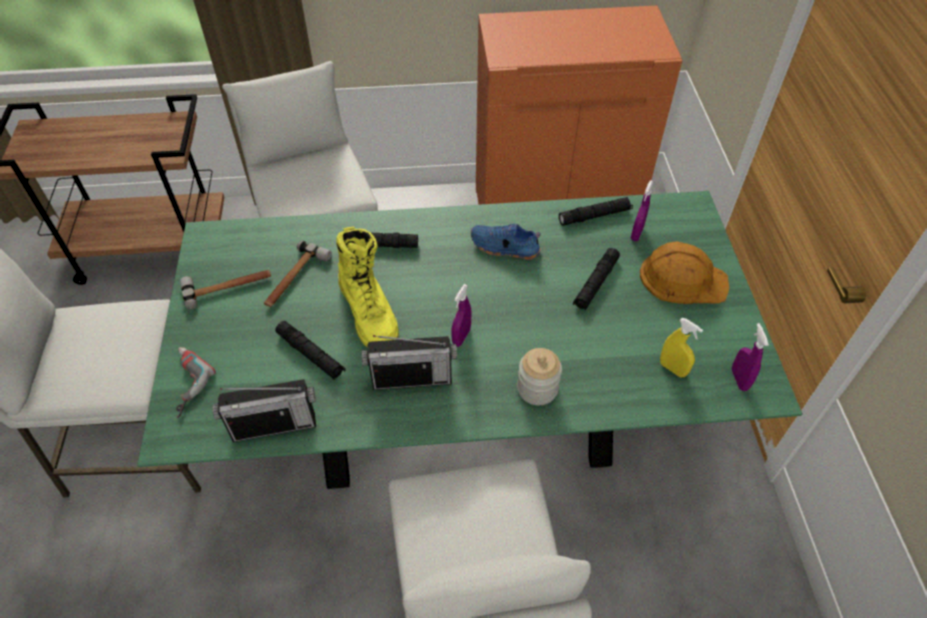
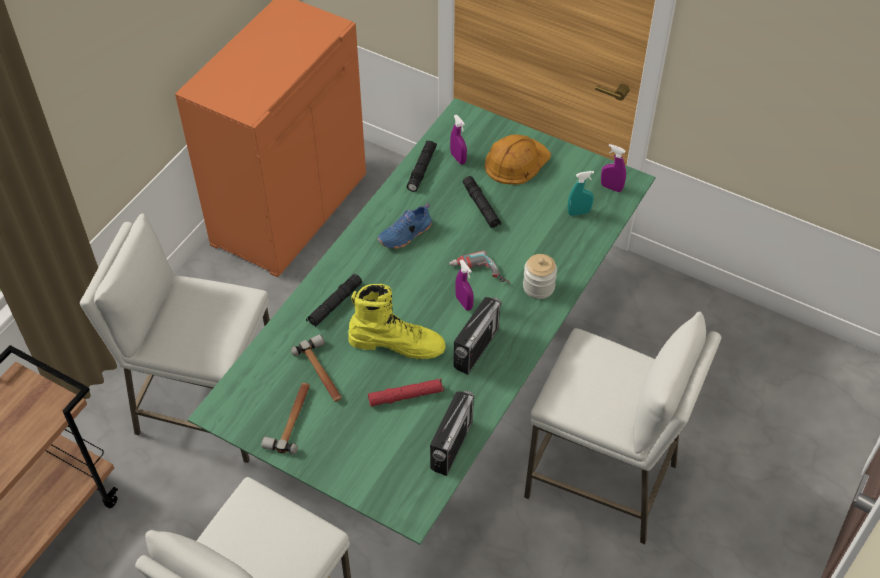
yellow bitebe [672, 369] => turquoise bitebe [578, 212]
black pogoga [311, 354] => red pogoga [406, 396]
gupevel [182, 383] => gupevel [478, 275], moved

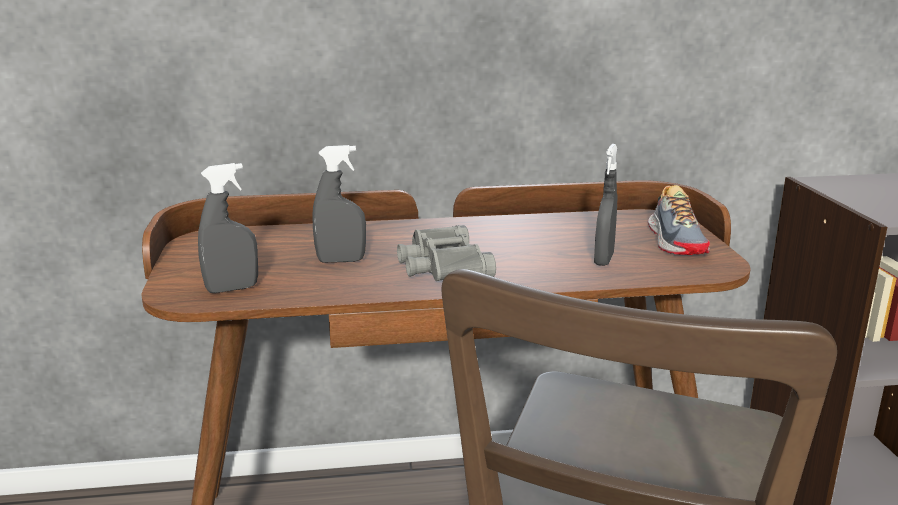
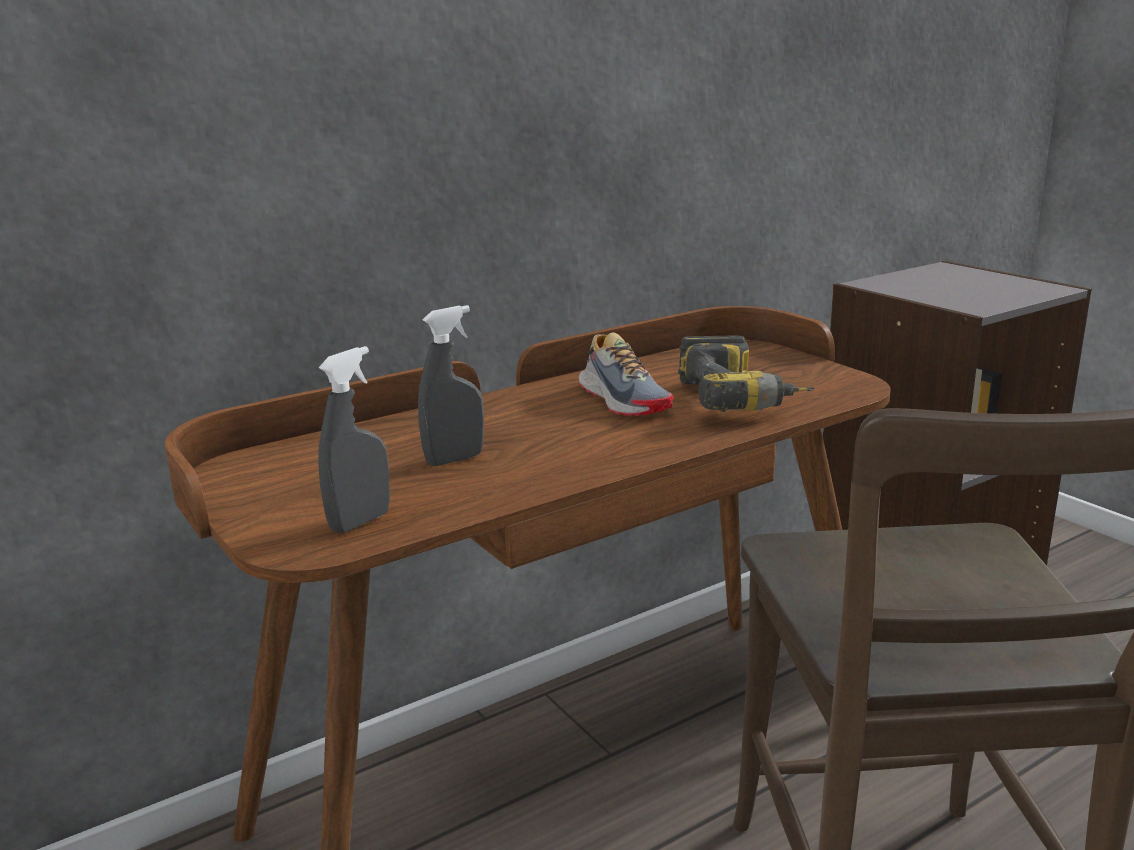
grey bitebe [603, 260] => gupevel [742, 400]
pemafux [676, 241] => pemafux [623, 400], moved
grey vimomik [443, 265] => nothing

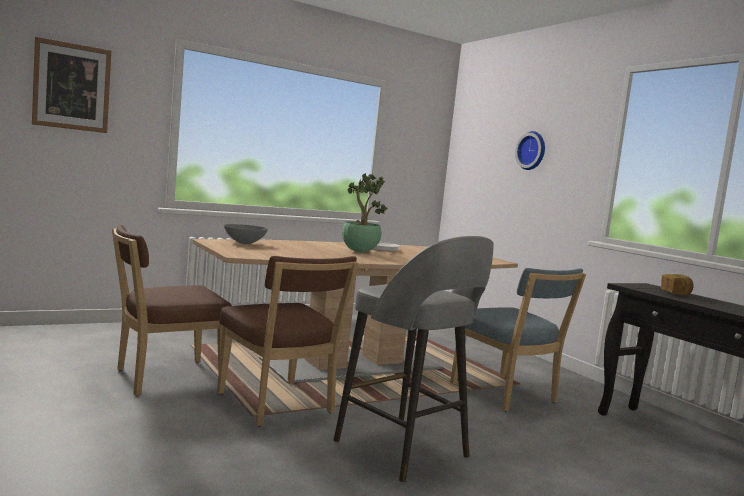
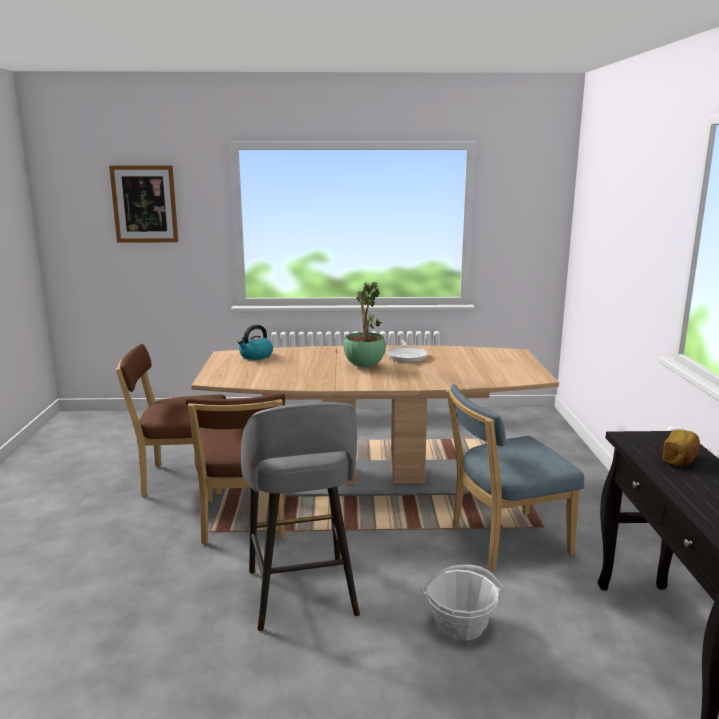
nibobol [532, 151] => nothing
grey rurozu [245, 243] => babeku [255, 356]
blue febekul [506, 395] => blue febekul [504, 541], 75 degrees clockwise
nothing => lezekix [460, 625]

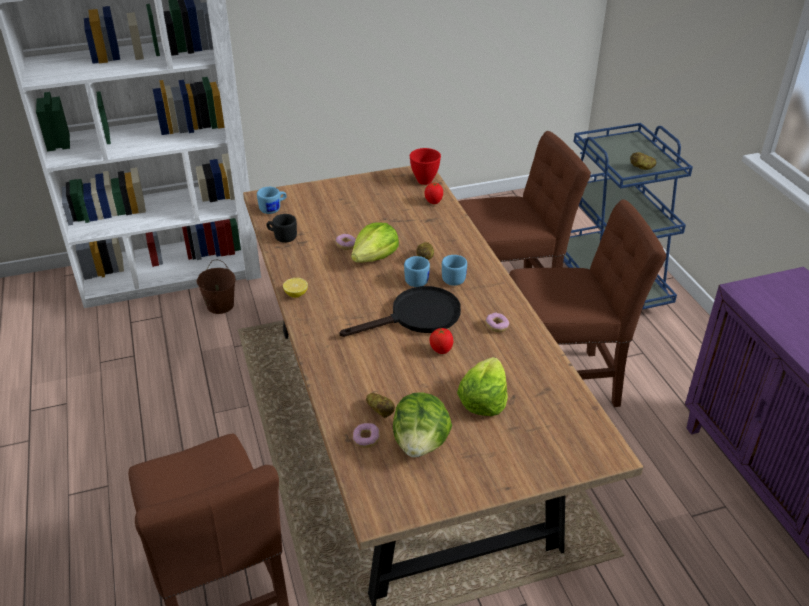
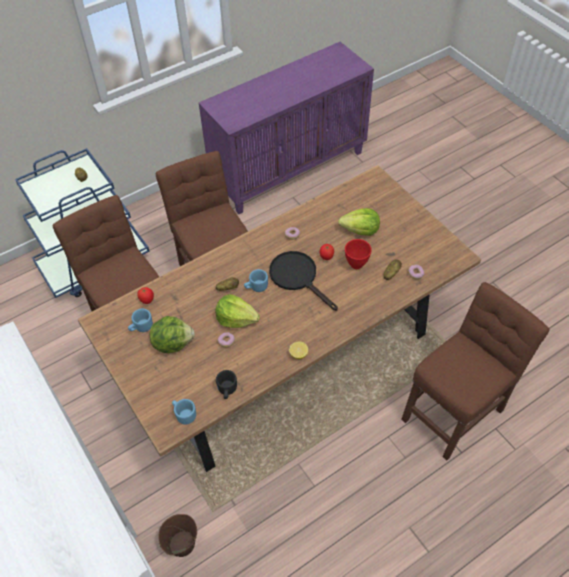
red rurozu [425, 180] => red rurozu [355, 264], moved
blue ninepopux [452, 278] => blue ninepopux [141, 327], moved
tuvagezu [421, 443] => tuvagezu [172, 343], moved

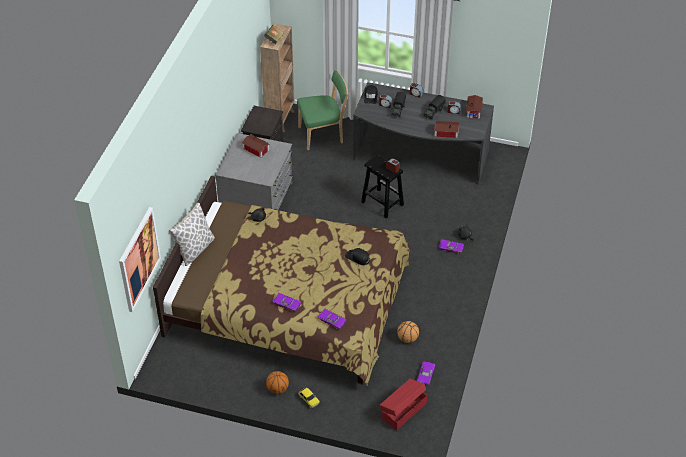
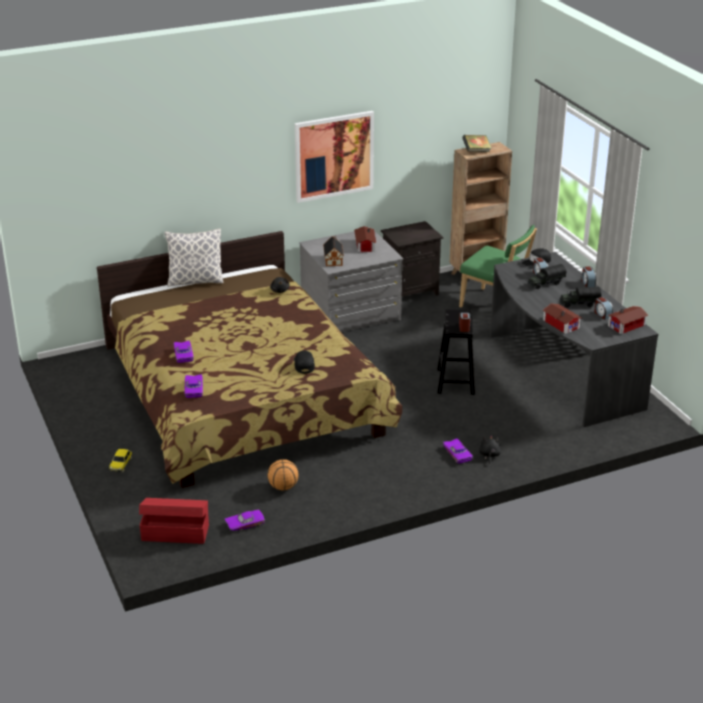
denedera [139, 259] => denedera [334, 156], moved
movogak [277, 389] => nothing
nothing => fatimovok [333, 259]

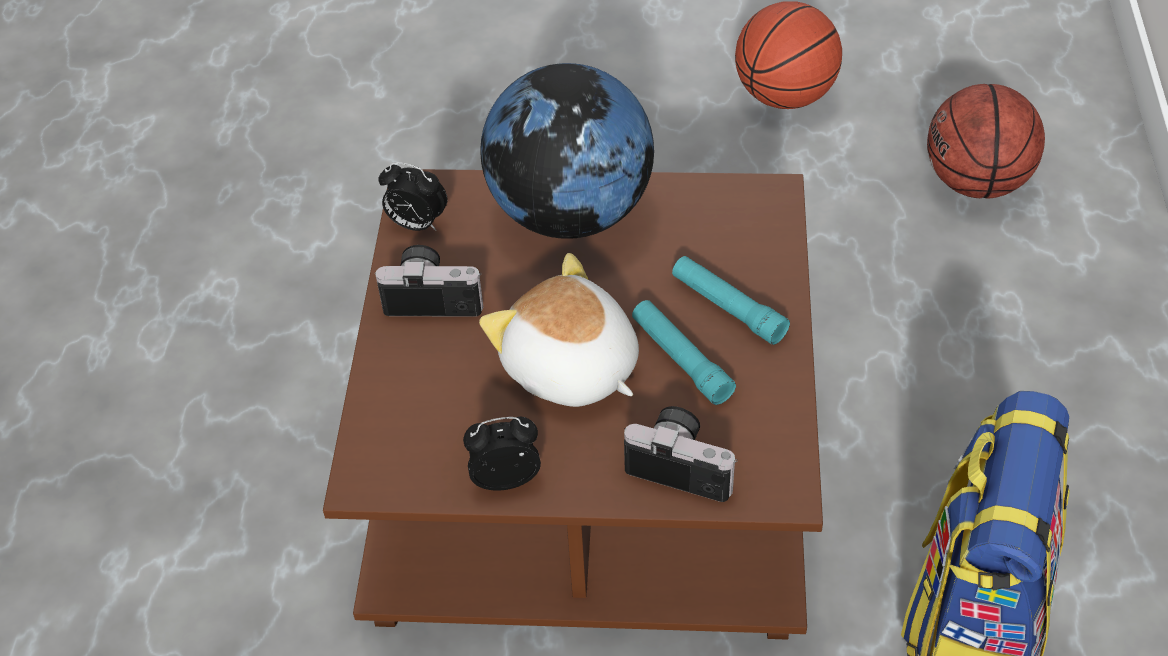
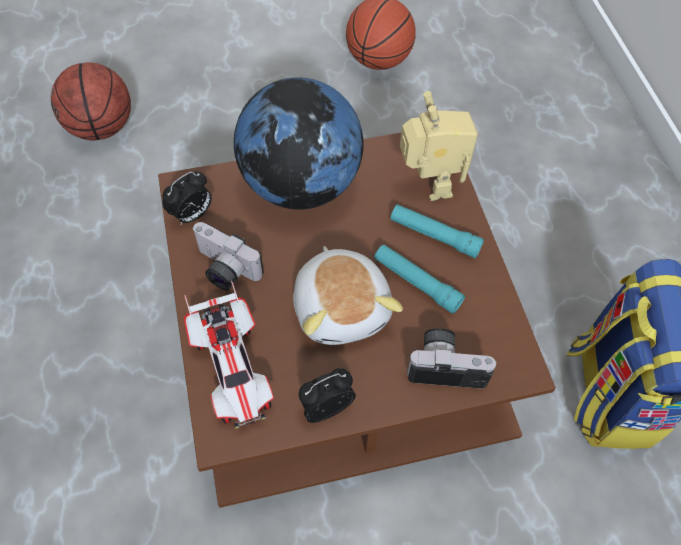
movogak [976, 182] => movogak [101, 127], moved
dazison [416, 224] => dazison [192, 215], 45 degrees counterclockwise
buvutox [434, 295] => buvutox [224, 269], 135 degrees counterclockwise
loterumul [570, 369] => loterumul [342, 307], 135 degrees counterclockwise
nothing => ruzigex [429, 185]
nothing => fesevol [233, 368]

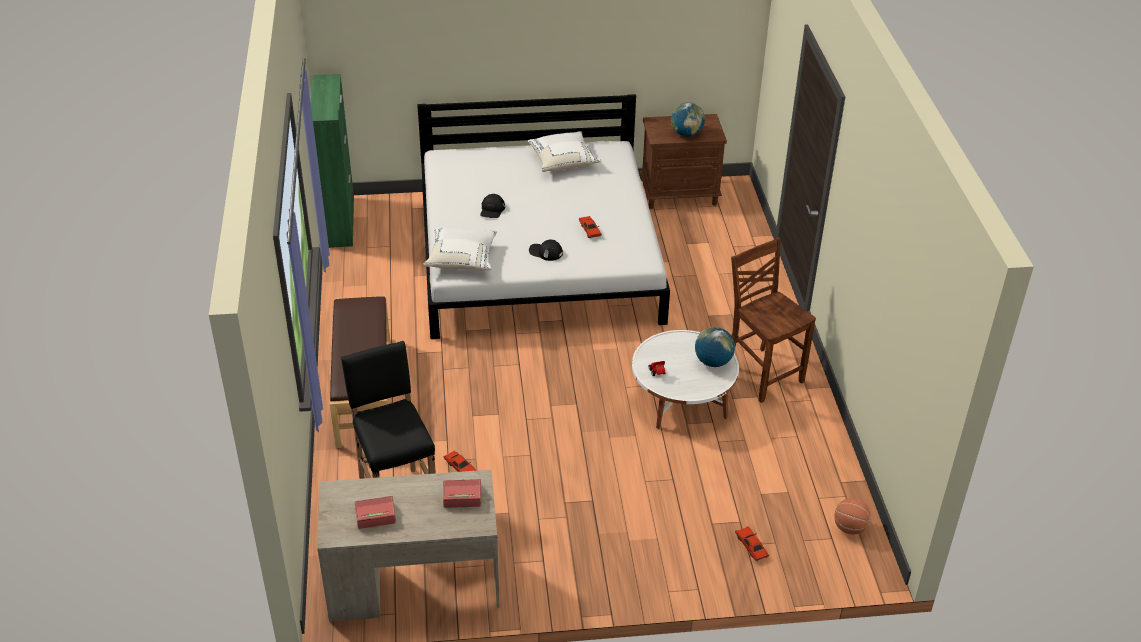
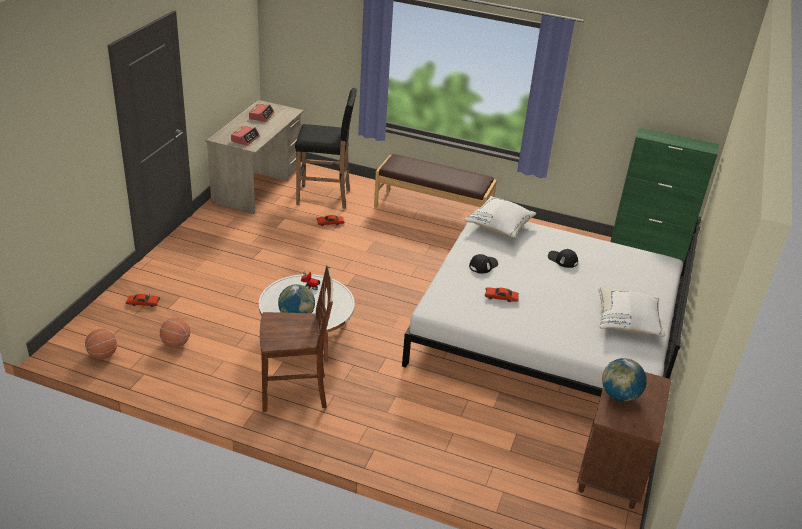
nothing => movogak [176, 343]

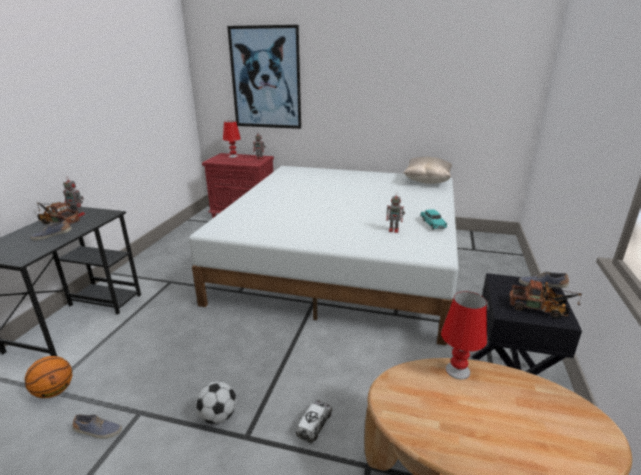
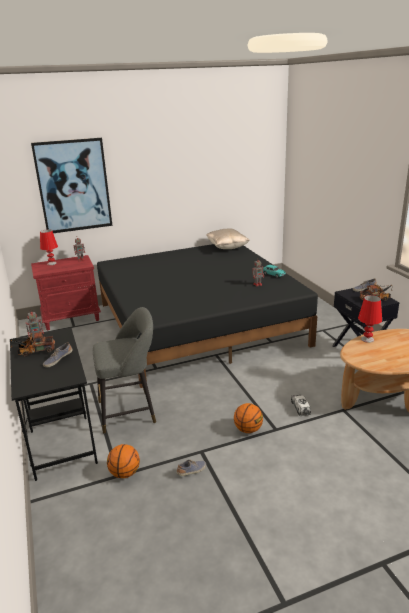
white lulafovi [342, 261] => black lulafovi [198, 323]
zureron [218, 416] => movogak [248, 429]
nothing => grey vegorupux [130, 411]

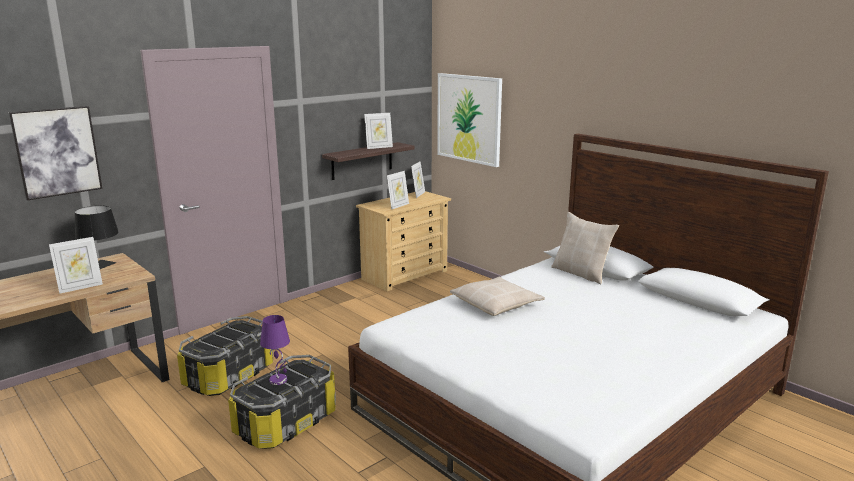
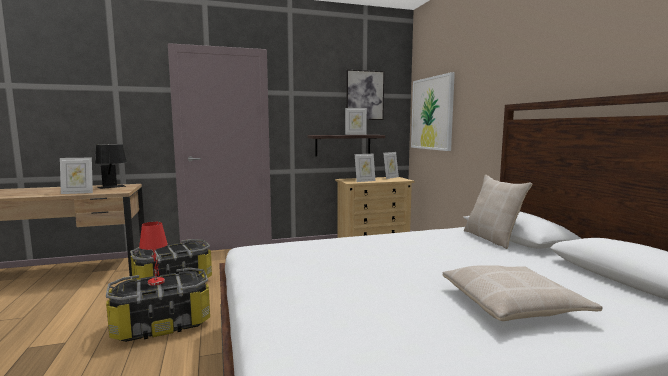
denedera [57, 152] => denedera [364, 95], moved
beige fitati [496, 304] => beige fitati [513, 304], moved
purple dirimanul [278, 380] => red dirimanul [156, 282]

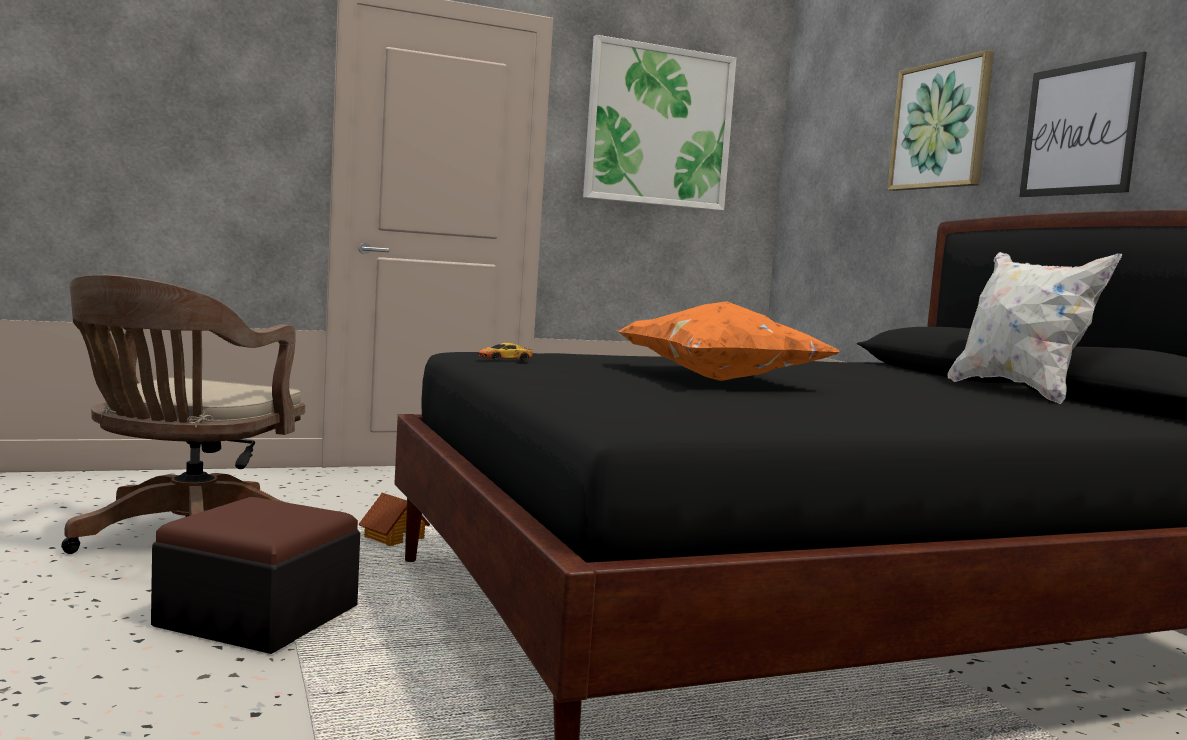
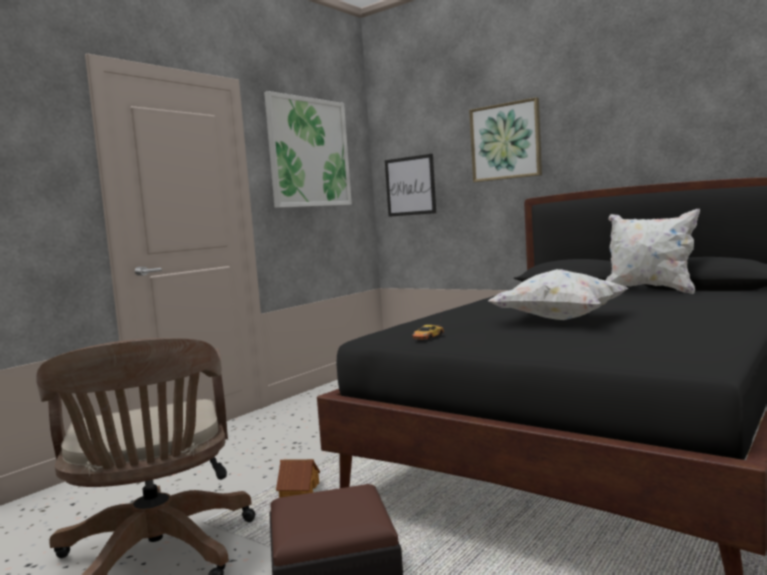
denedera [1080, 129] => denedera [410, 186], moved
orange fitati [717, 380] => white fitati [559, 319]

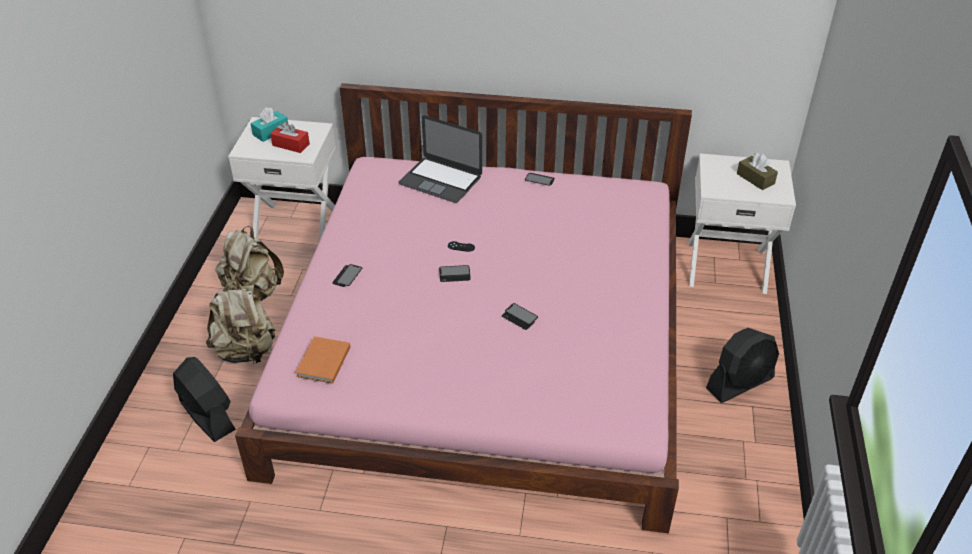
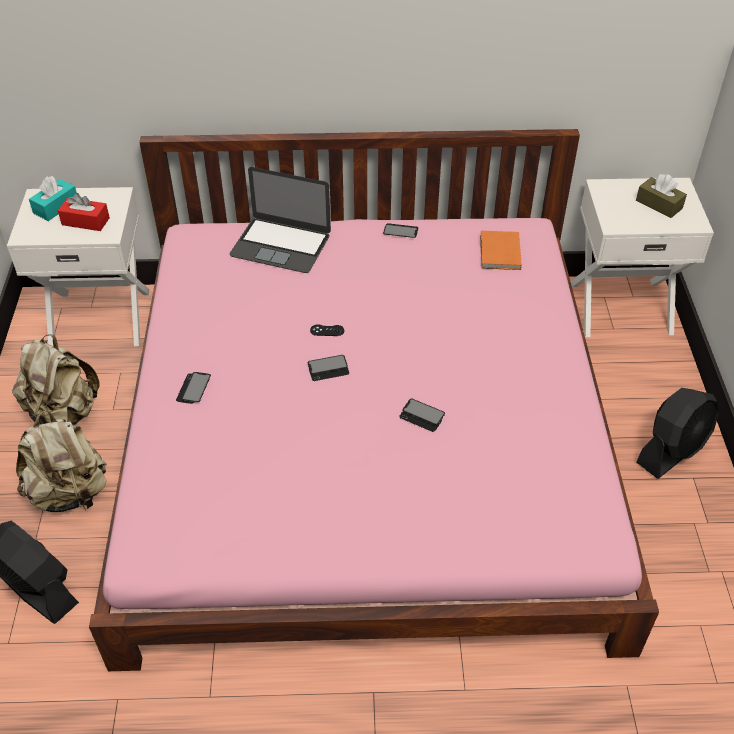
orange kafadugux [322, 362] => orange kafadugux [499, 253], moved

